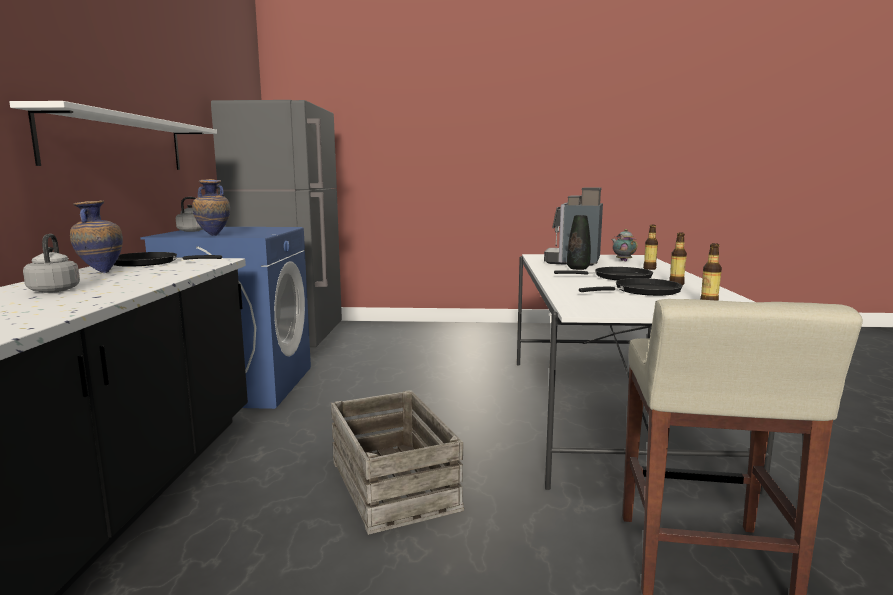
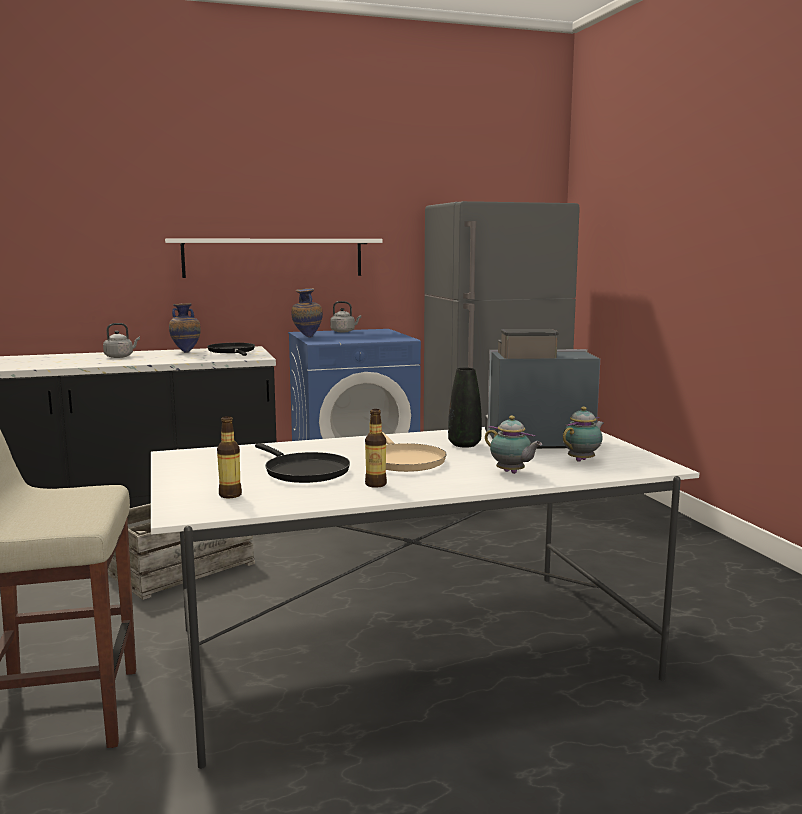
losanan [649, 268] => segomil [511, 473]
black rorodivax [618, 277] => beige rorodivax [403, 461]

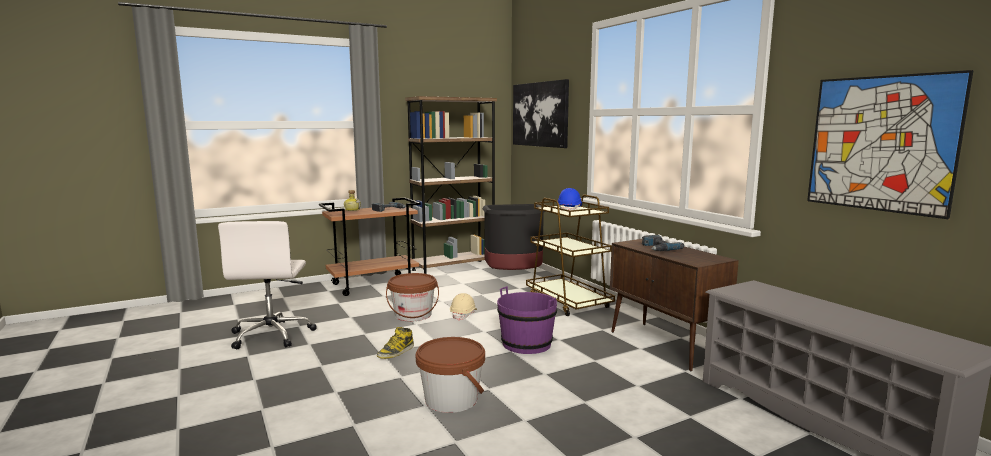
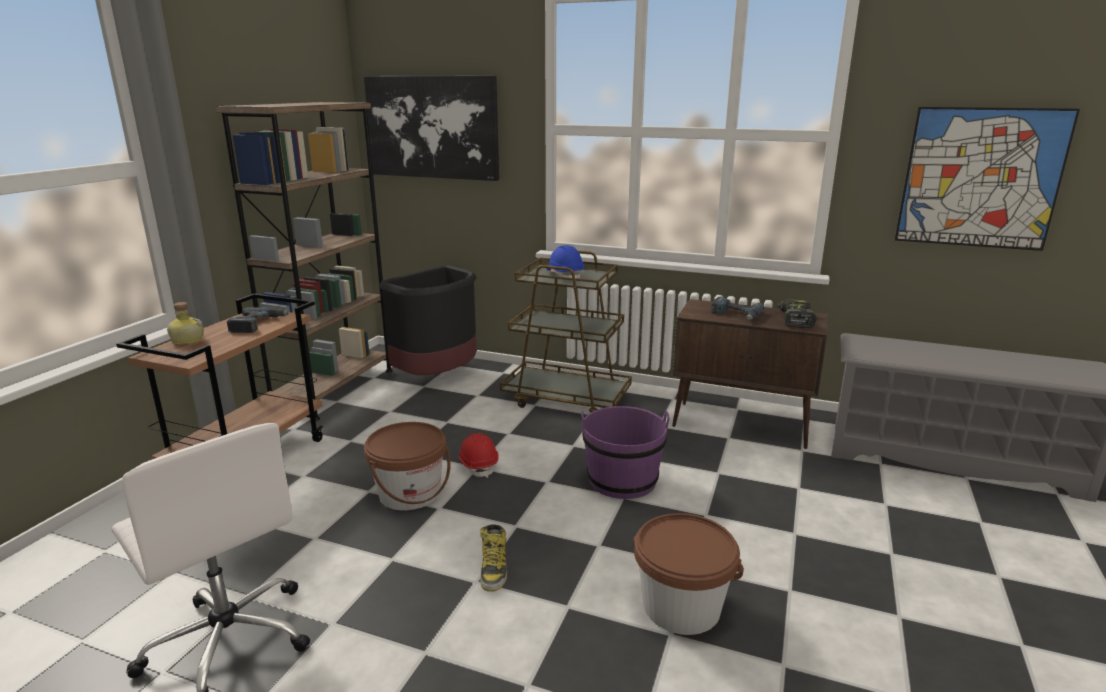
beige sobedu [463, 314] => red sobedu [478, 465]
nothing => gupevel [794, 320]

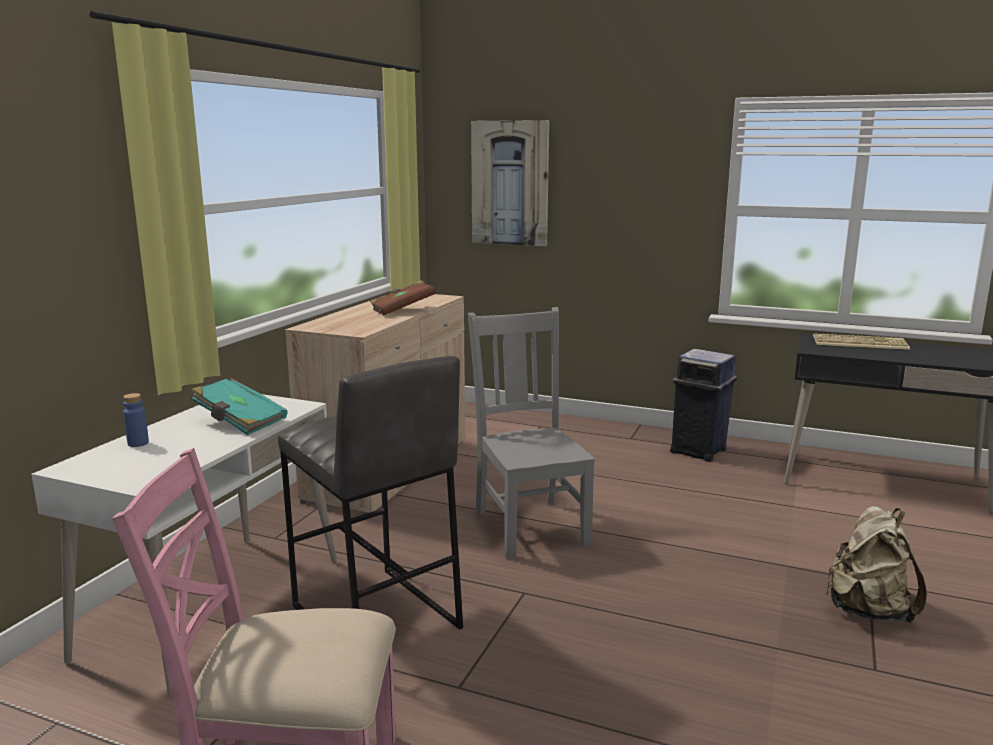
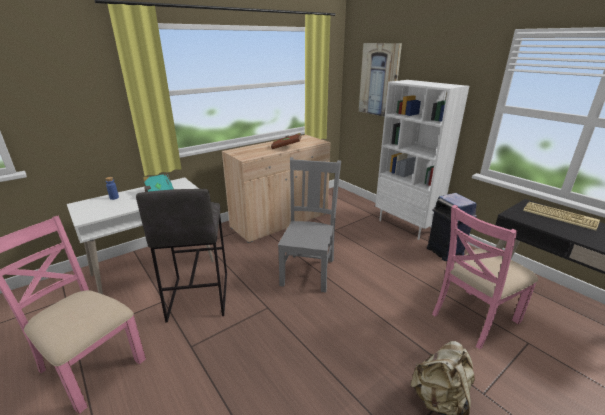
nothing => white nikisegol [406, 226]
nothing => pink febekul [474, 317]

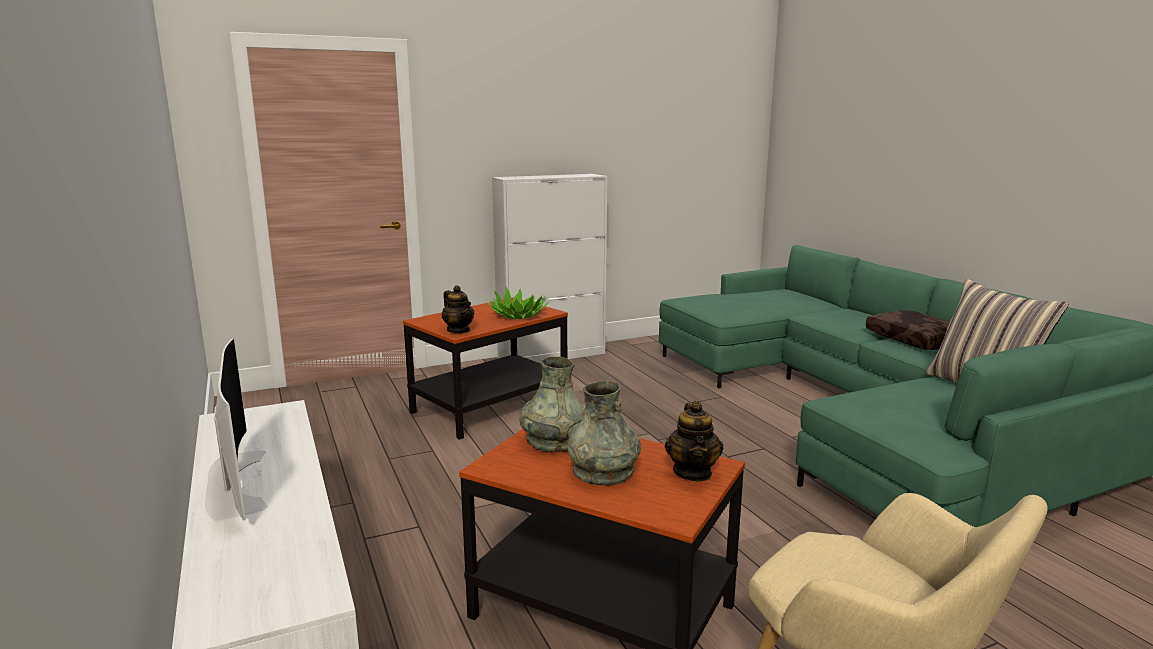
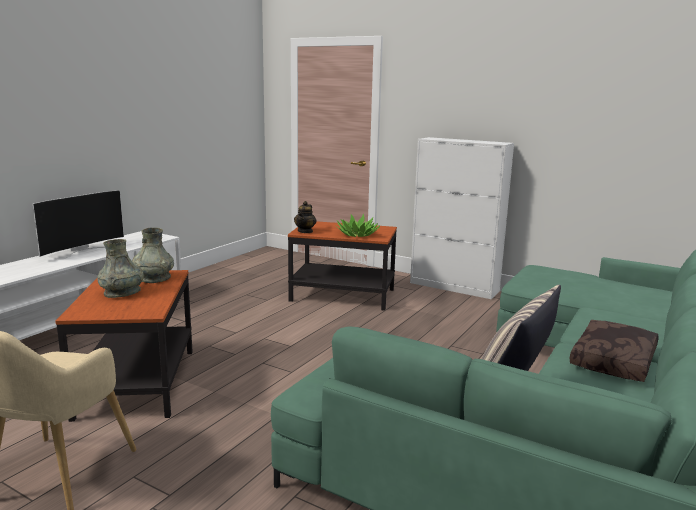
segomil [693, 472] => nothing

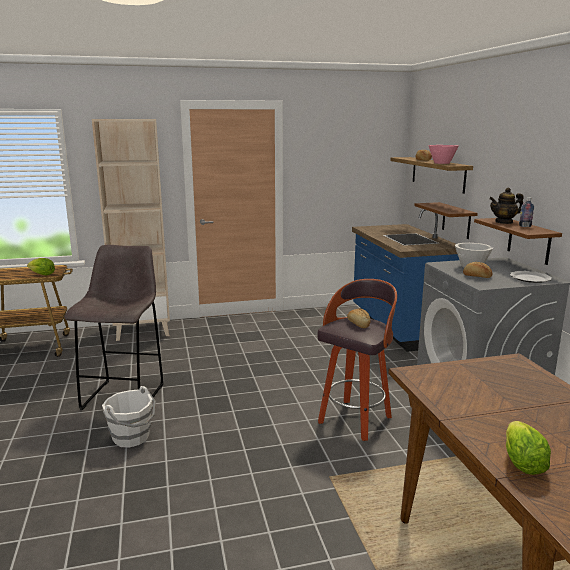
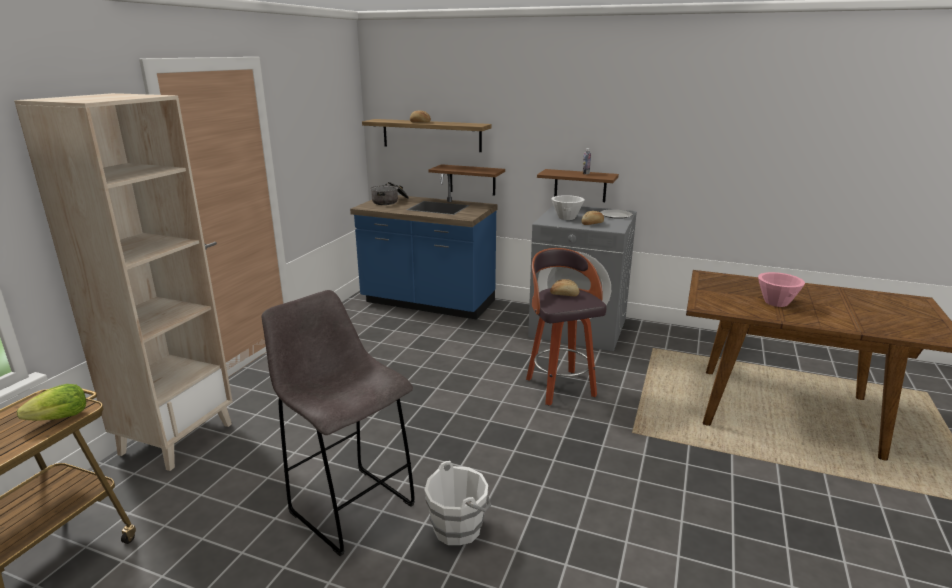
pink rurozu [441, 163] => pink rurozu [776, 302], moved
segomil [504, 222] => nothing
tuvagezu [522, 463] => nothing
nothing => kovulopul [390, 201]

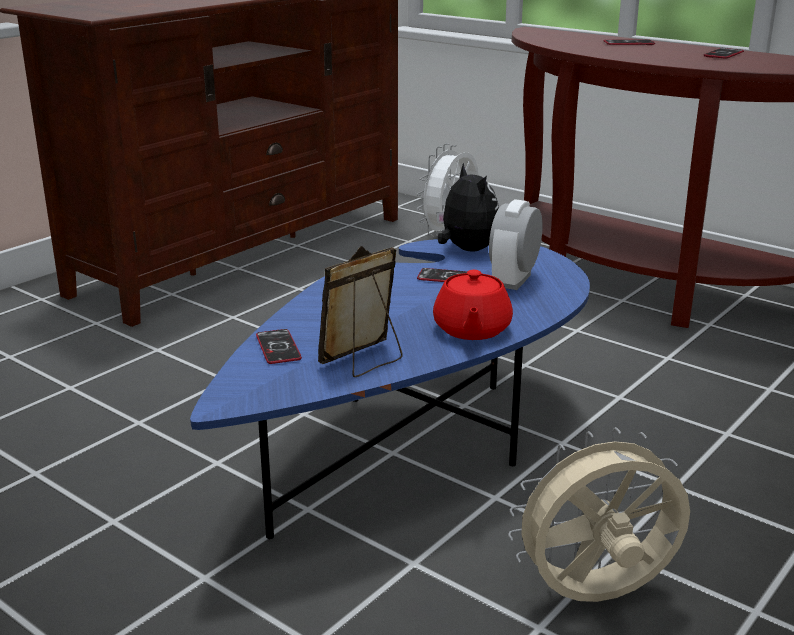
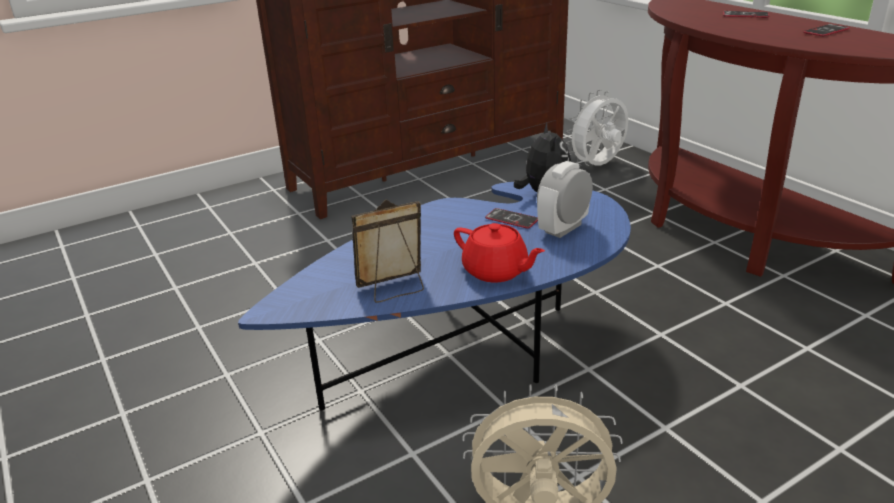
red segomil [471, 330] => red segomil [496, 271], 75 degrees counterclockwise
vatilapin [278, 348] => nothing

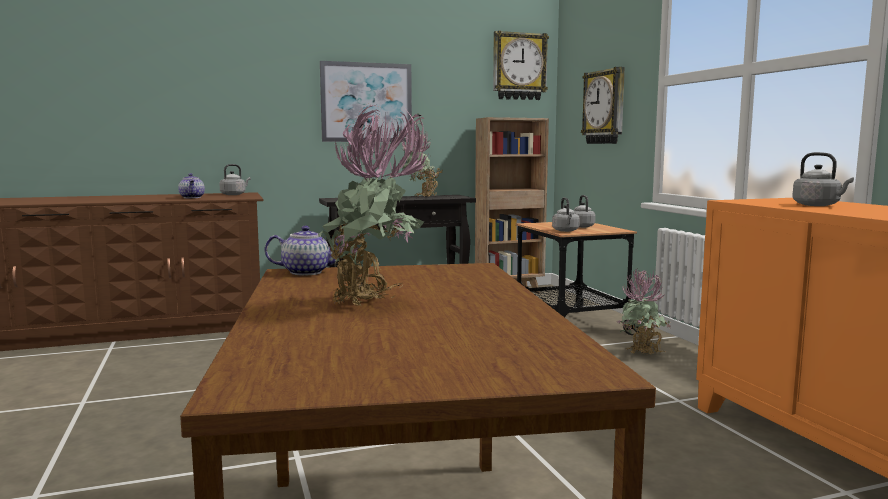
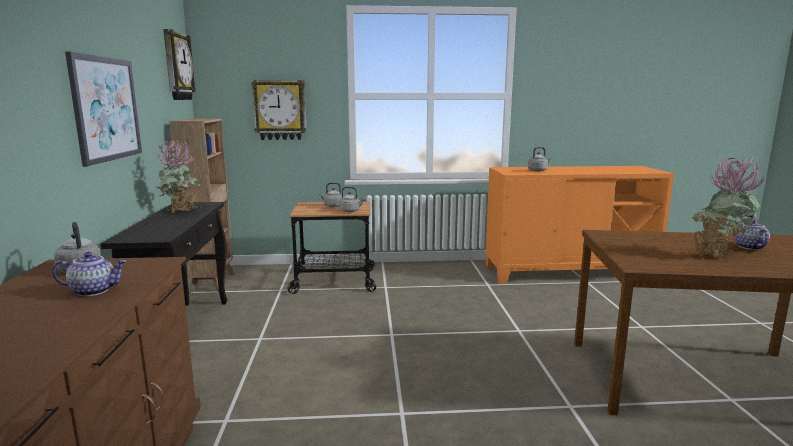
segomil [307, 272] => segomil [748, 247], moved
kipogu [642, 355] => nothing

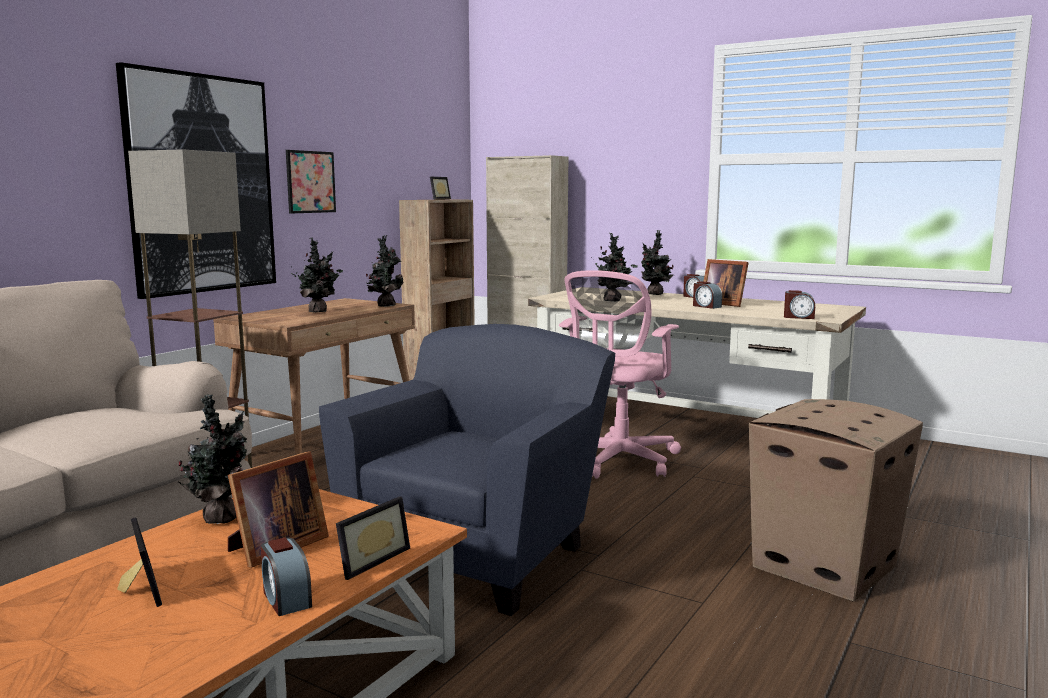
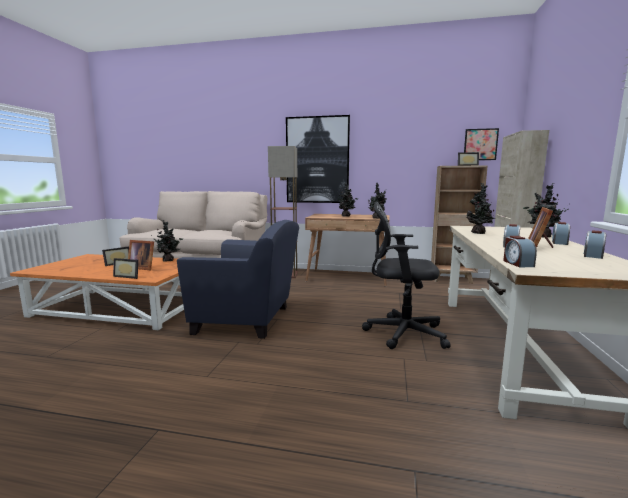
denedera [310, 182] => denedera [480, 144], moved
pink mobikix [618, 462] => black mobikix [401, 333]
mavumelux [823, 567] => nothing
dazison [286, 599] => dazison [592, 255], moved

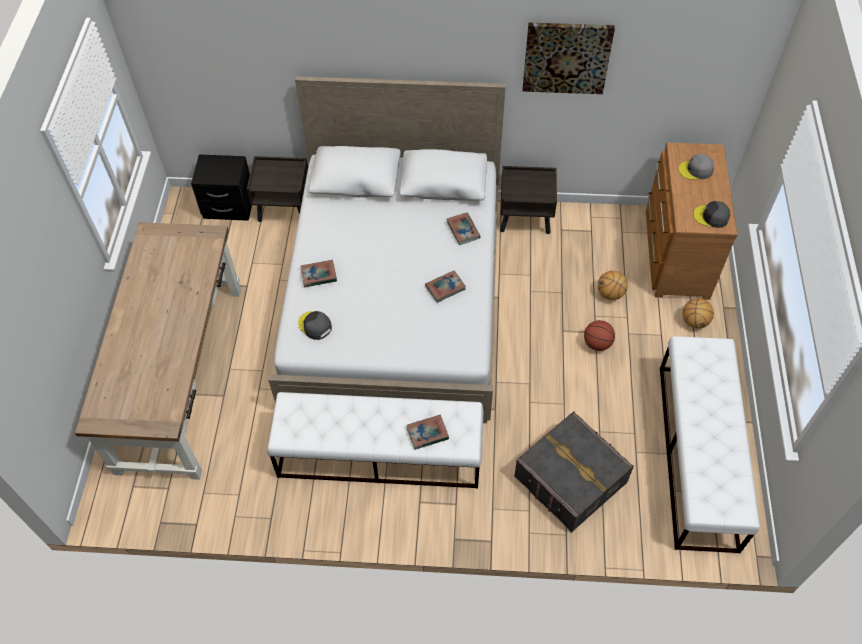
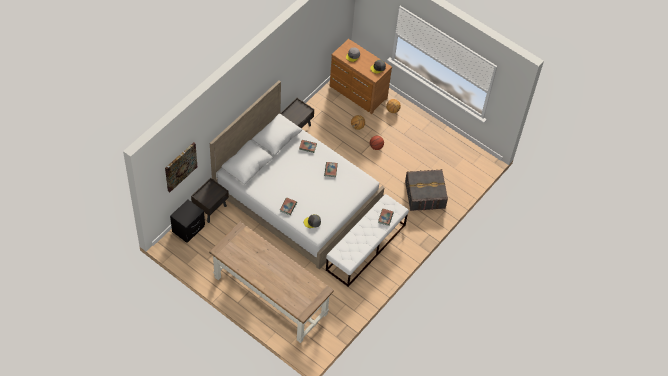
denedera [566, 57] => denedera [180, 166], moved
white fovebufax [697, 456] => nothing

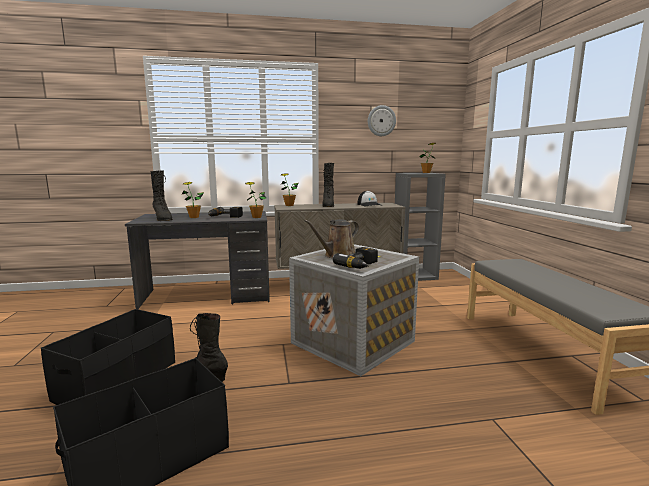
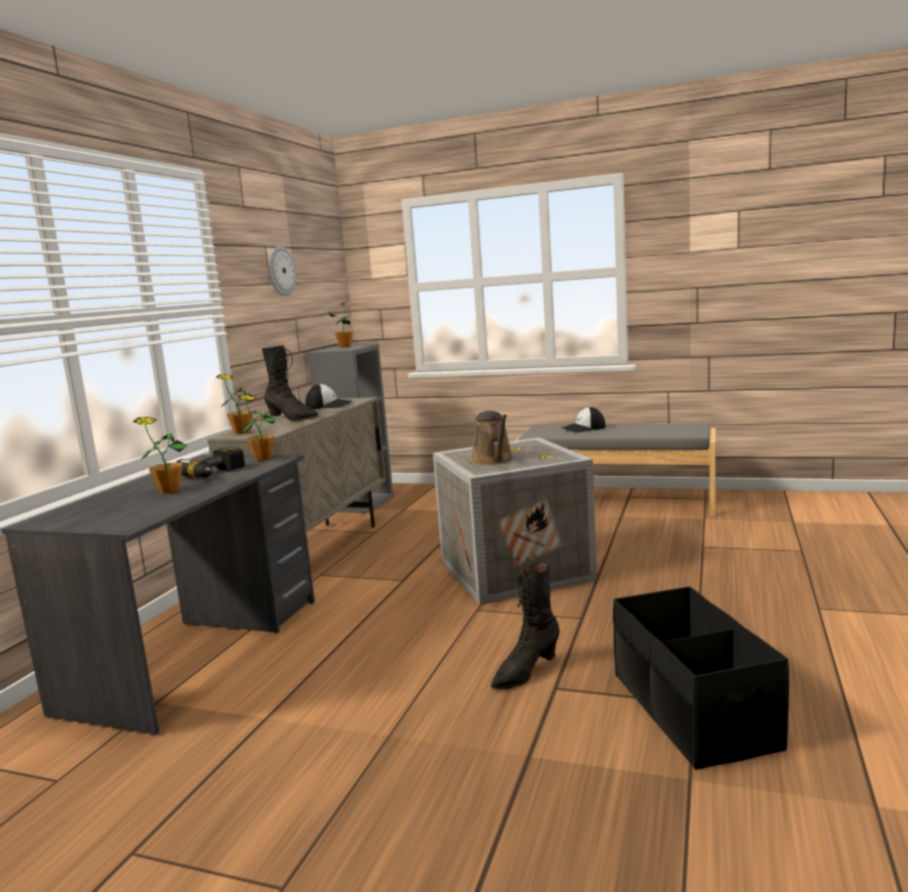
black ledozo [163, 219] => nothing
gupevel [361, 266] => nothing
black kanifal [118, 381] => nothing
nothing => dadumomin [583, 428]

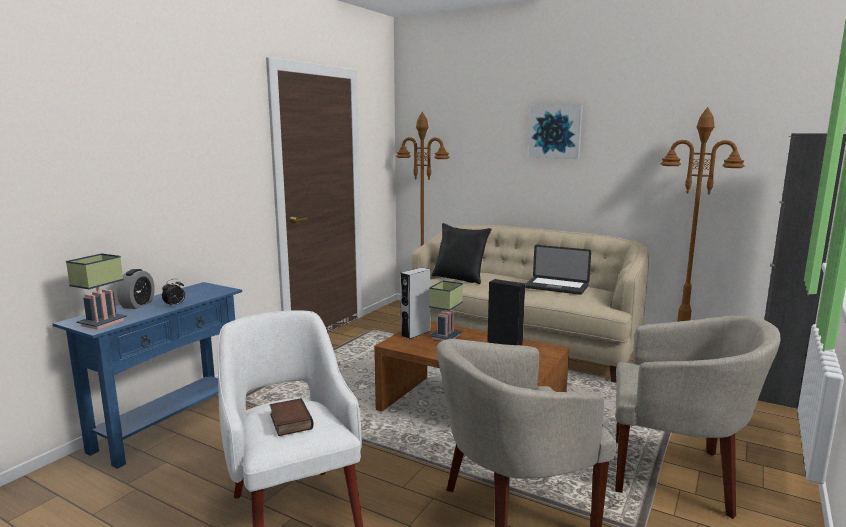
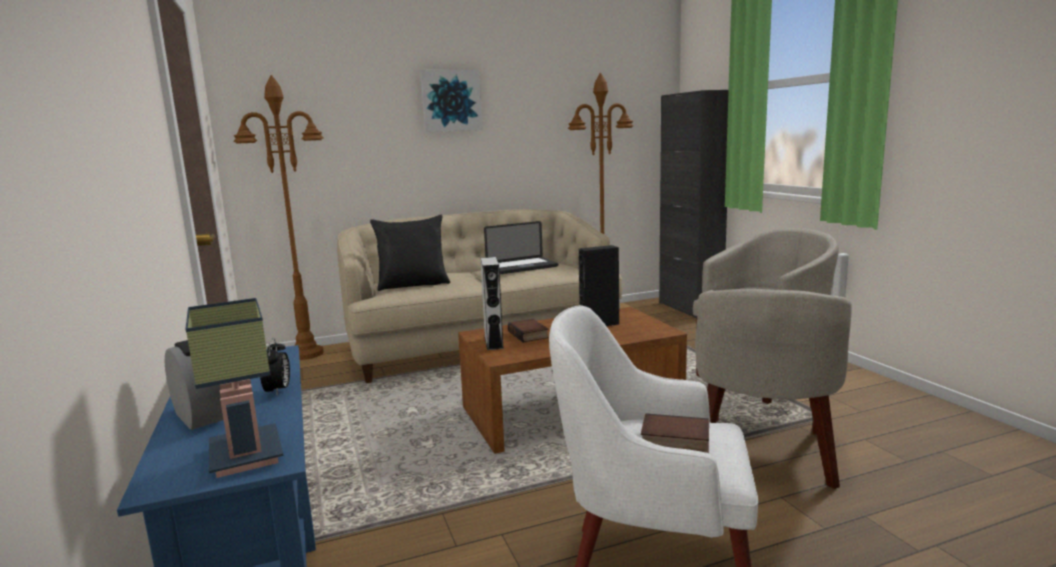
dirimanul [446, 337] => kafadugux [529, 335]

